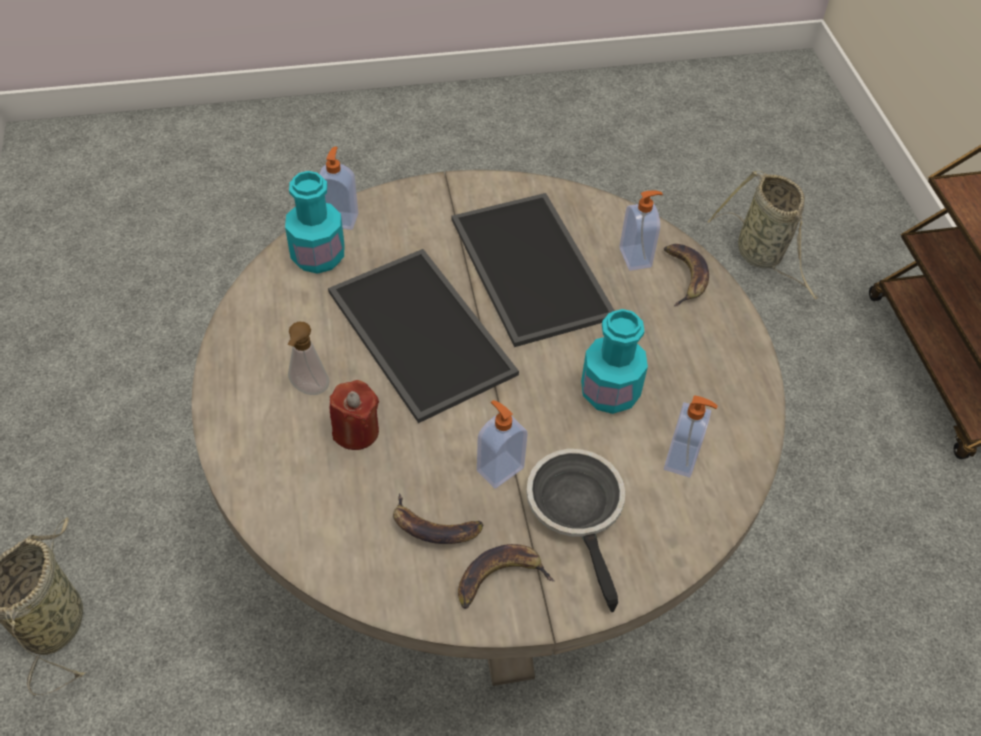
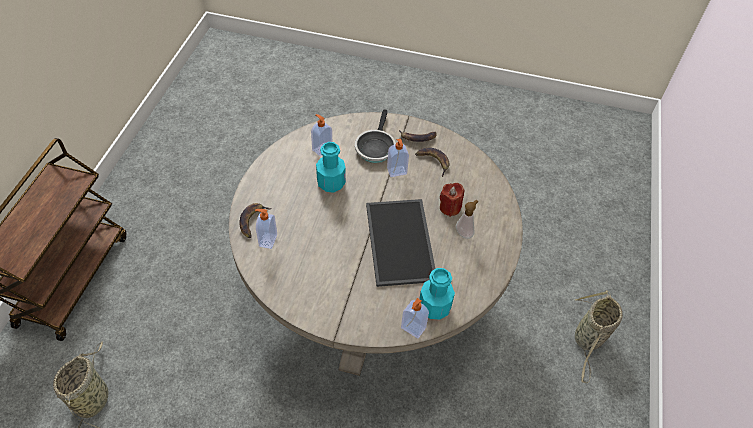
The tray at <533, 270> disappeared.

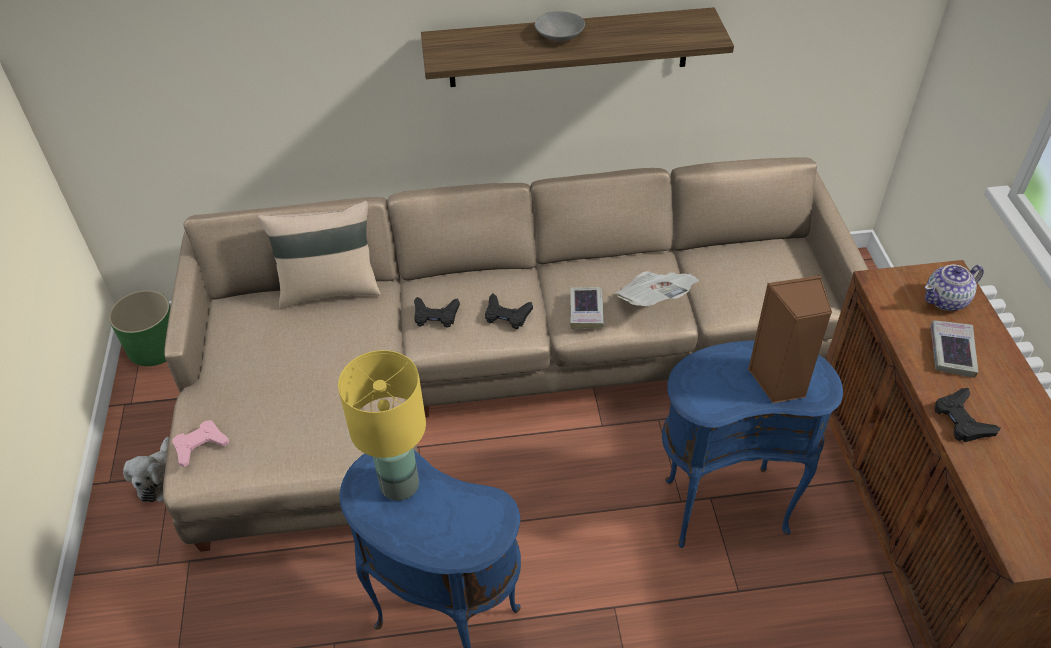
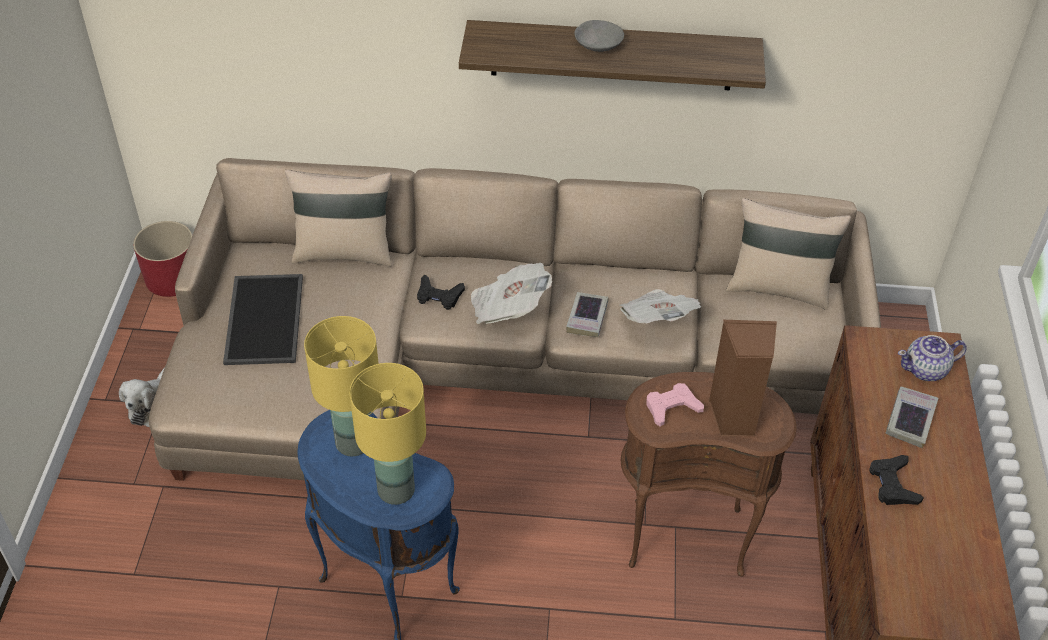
The green-coloured planter at <140, 328> became the red-coloured planter at <162, 259>.
The tray at <263, 319> appeared.
The yellow-coloured tabletop lamp at <387, 434> appeared.
The black game controller at <509, 311> was replaced by the daily paper at <511, 293>.
The blue side table at <752, 444> became the brown-coloured side table at <708, 474>.
The pinkish game controller moved from <201, 443> to <675, 404>.
The sand-coloured cushion at <788, 254> appeared.

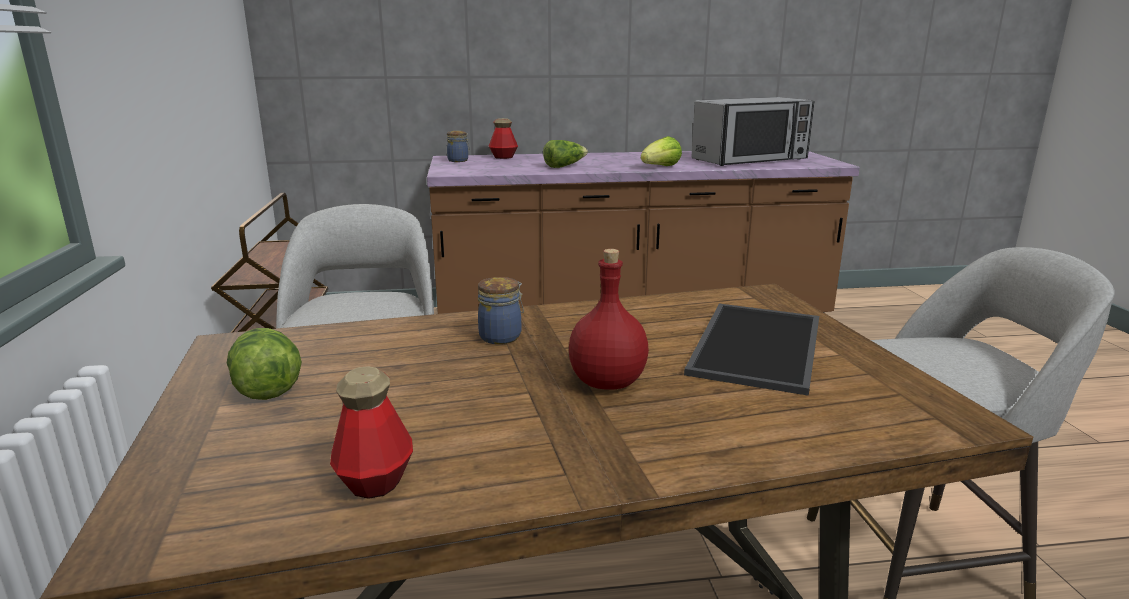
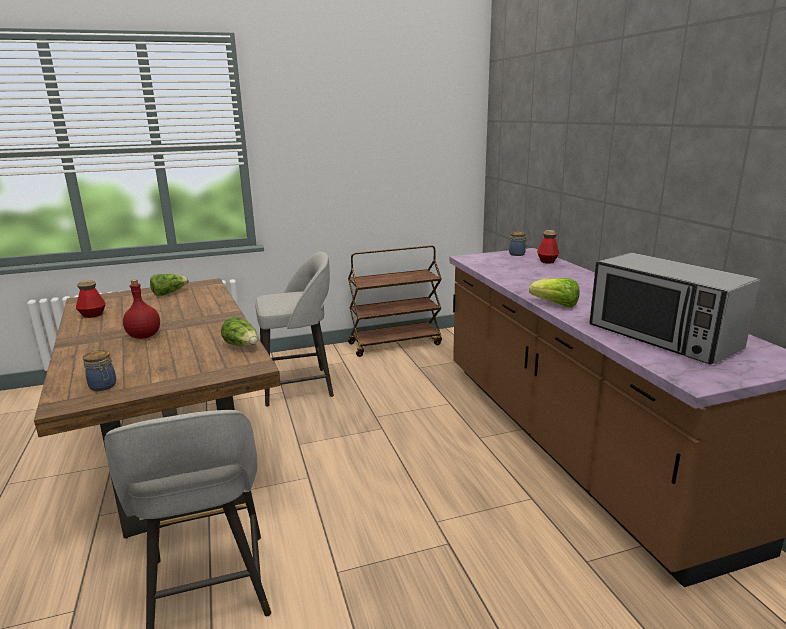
The preserve jar moved from <501, 310> to <99, 370>.
The lettuce head moved from <565, 154> to <239, 331>.
The tray at <751, 350> disappeared.

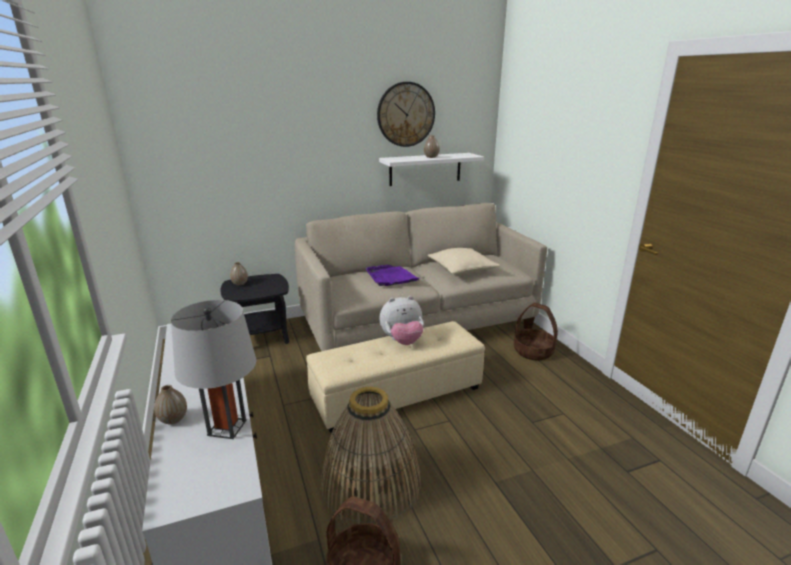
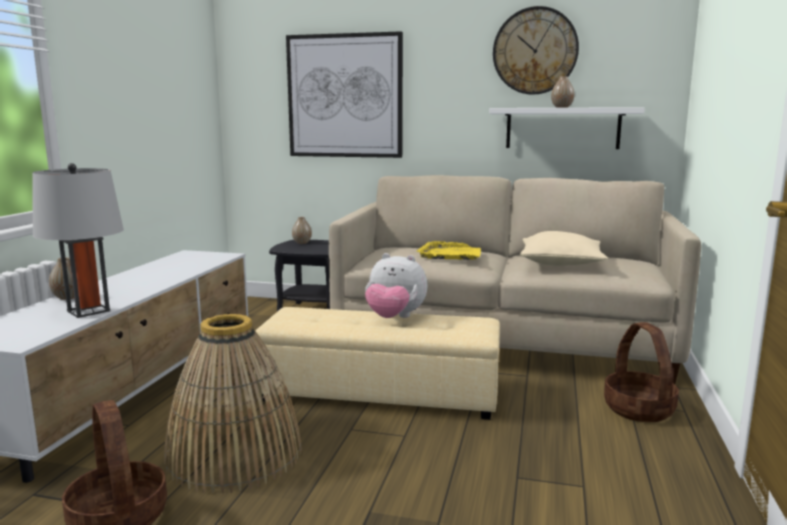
The picture at <344, 94> appeared.
The purplish tray at <392, 275> became the yellow-coloured tray at <449, 250>.

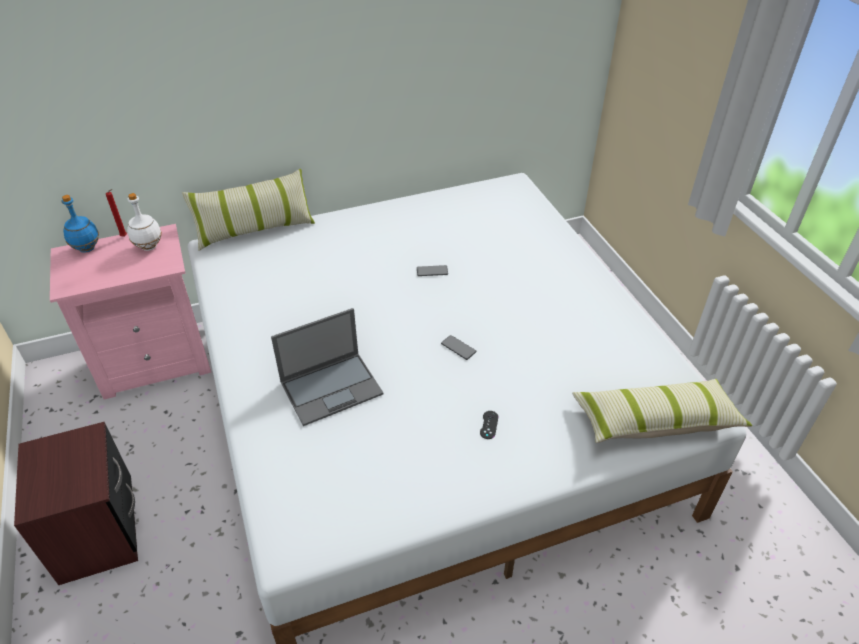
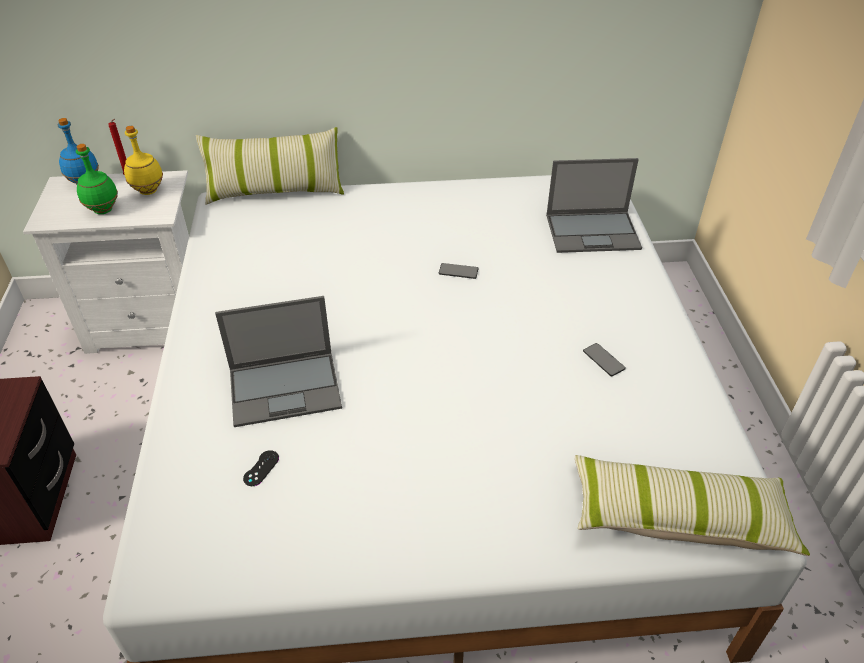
The pinkish night table at <130, 311> became the whitish night table at <106, 262>.
The green-coloured bottle at <97, 179> appeared.
The whitish bottle at <144, 222> became the yellow-coloured bottle at <143, 160>.
The black game controller moved from <489, 425> to <261, 468>.
The notebook computer at <594, 205> appeared.
The telephone moved from <458, 347> to <604, 360>.

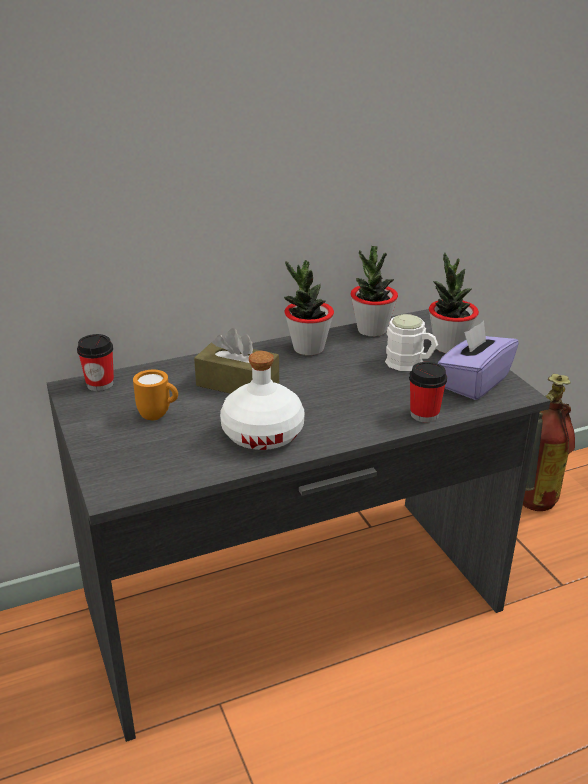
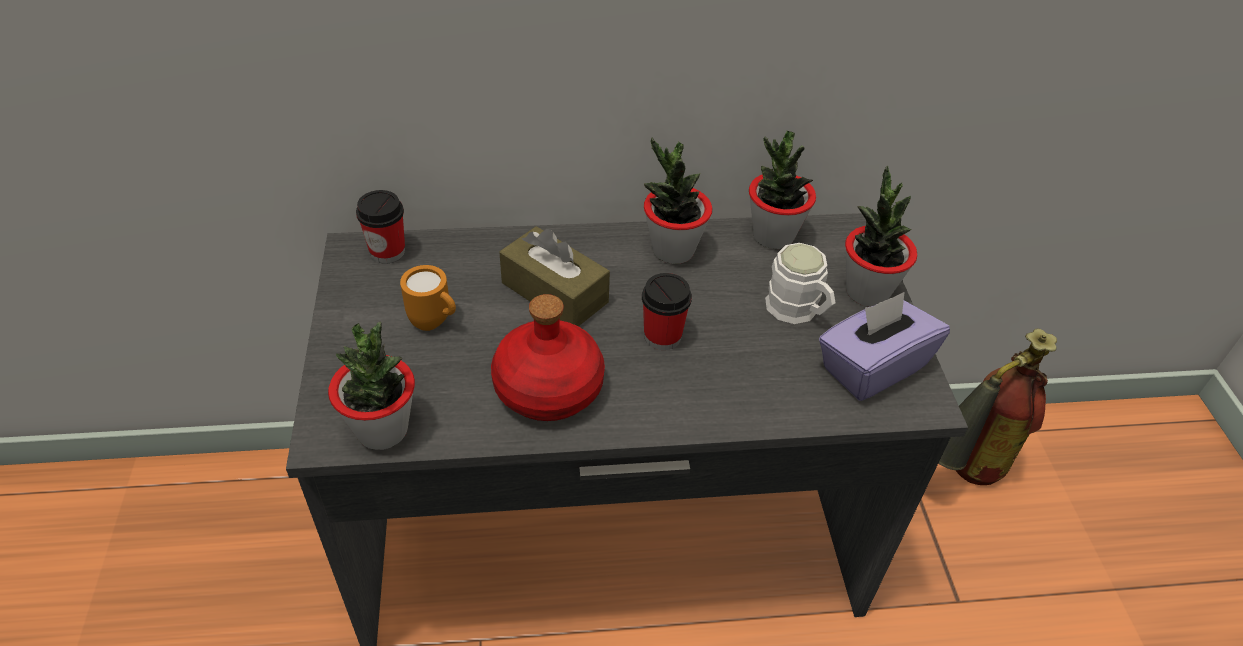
The houseplant at <371, 386> appeared.
The whitish bottle at <262, 400> became the red-coloured bottle at <548, 357>.
The cup moved from <428, 392> to <667, 311>.

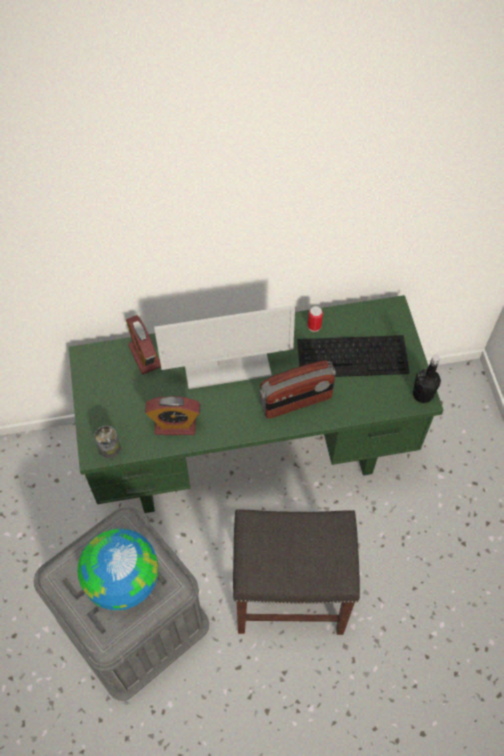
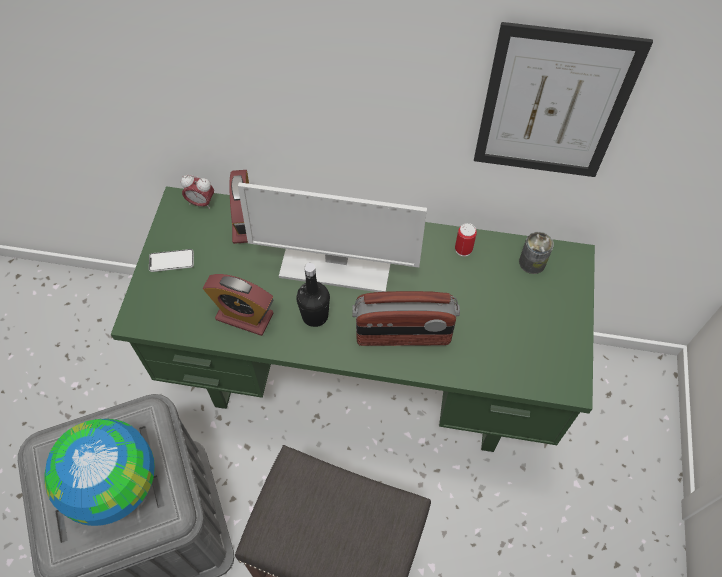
The telephone at <171, 260> appeared.
The table clock at <197, 192> appeared.
The black bottle moved from <427, 379> to <313, 295>.
The picture at <563, 99> appeared.
The metal can moved from <107, 442> to <536, 253>.
The keyboard at <353, 356> disappeared.

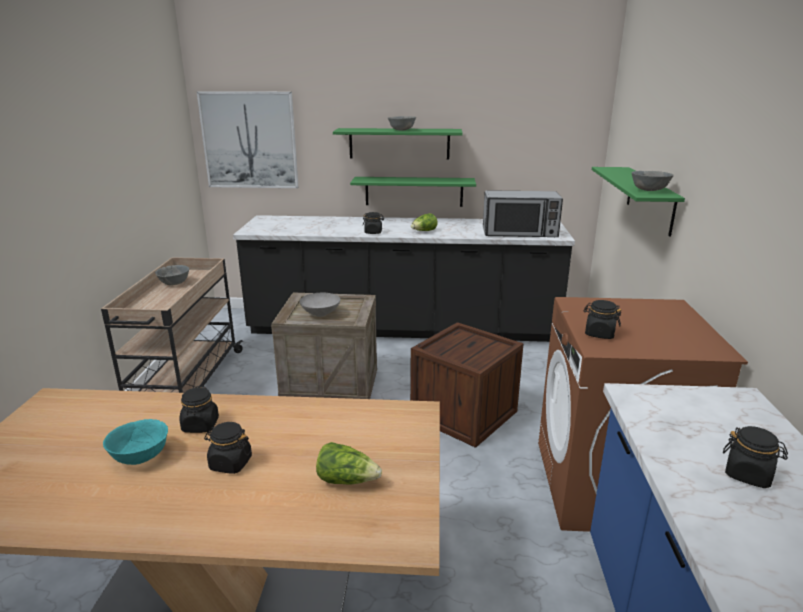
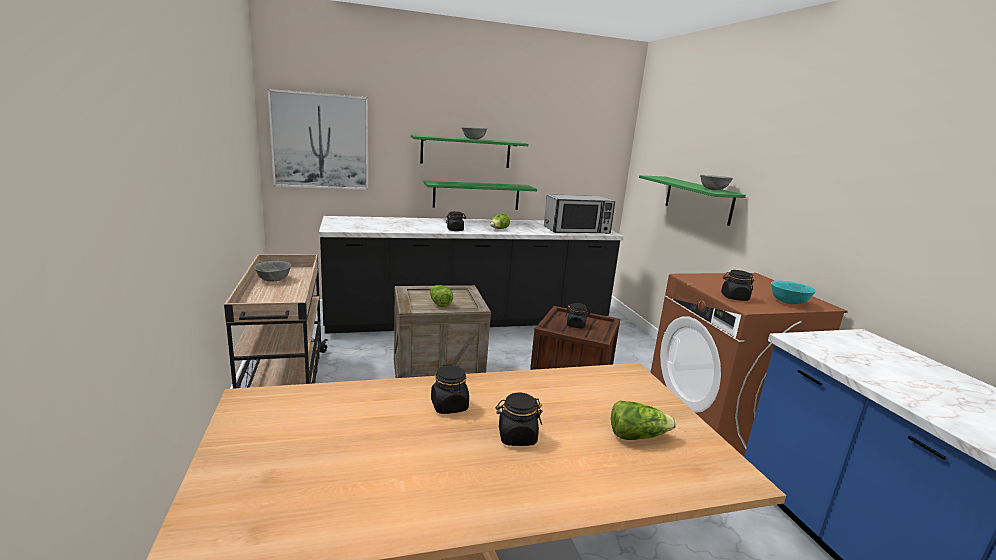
The greyish deep dish at <319, 305> was replaced by the lettuce head at <441, 296>.
The black preserve jar moved from <755, 457> to <577, 315>.
The turquoise-coloured deep dish moved from <135, 442> to <793, 292>.

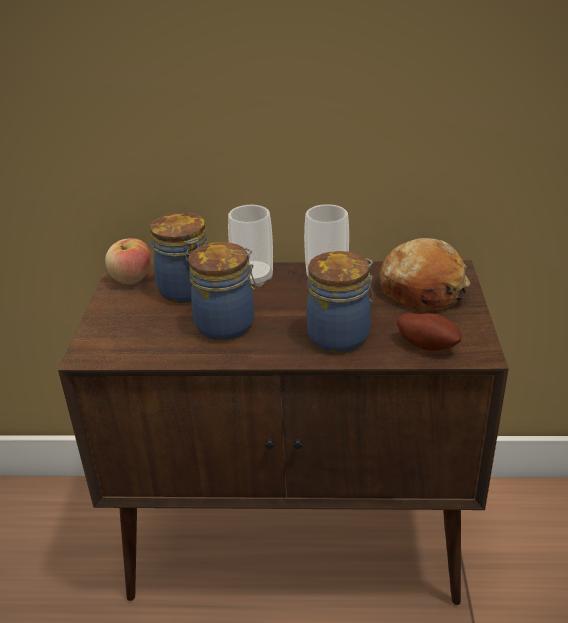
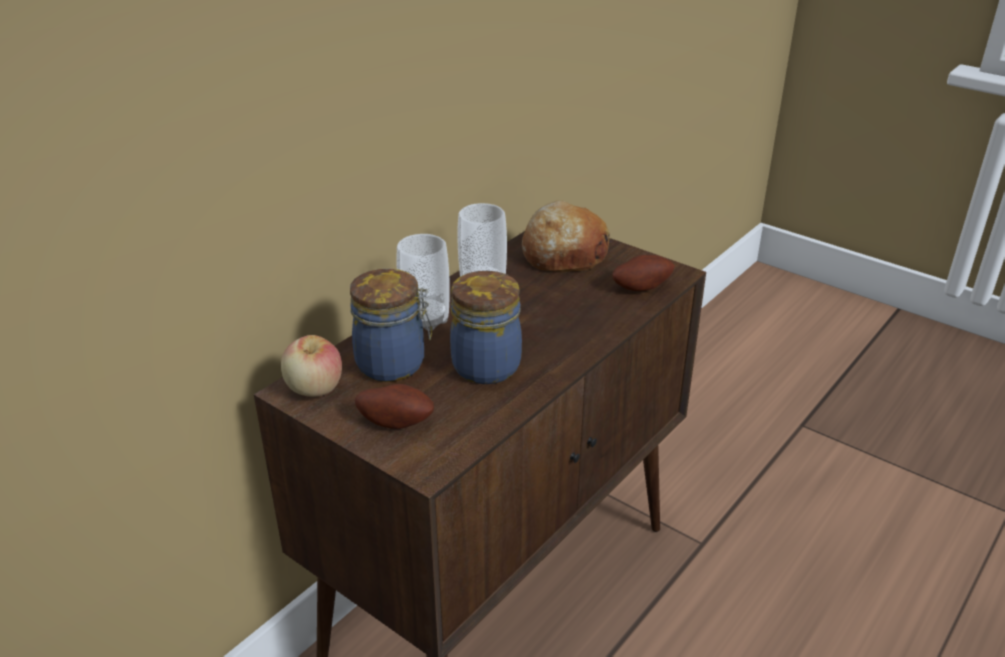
The whole potato at <394, 406> appeared.
The preserve jar at <340, 301> disappeared.

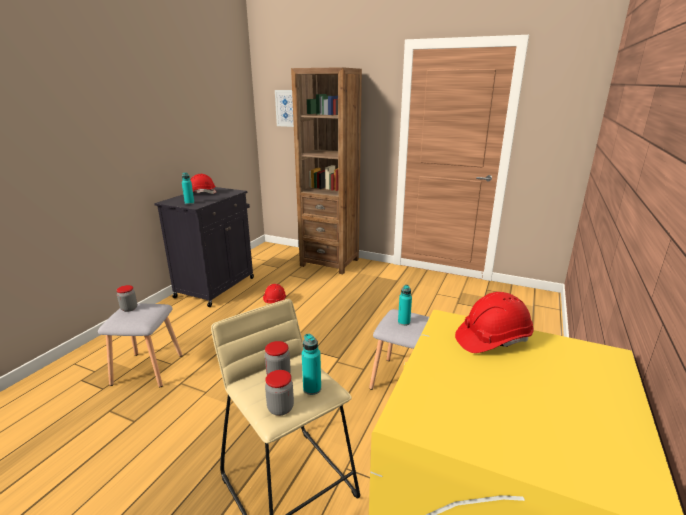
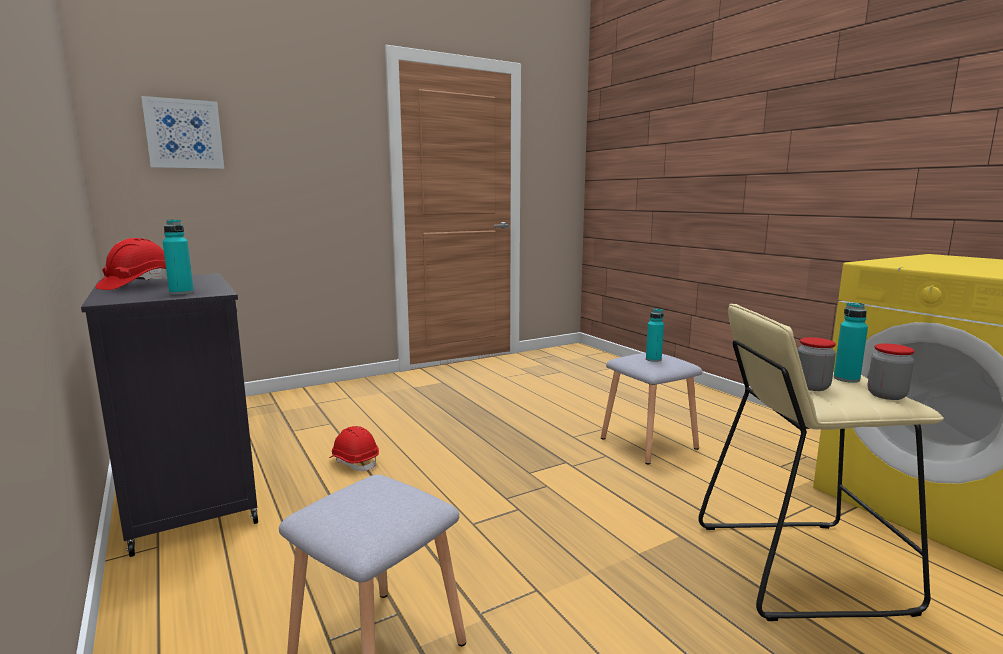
The preserve jar at <126, 298> disappeared.
The brown-coloured bookcase at <326, 170> disappeared.
The red-coloured hard hat at <494, 322> disappeared.

